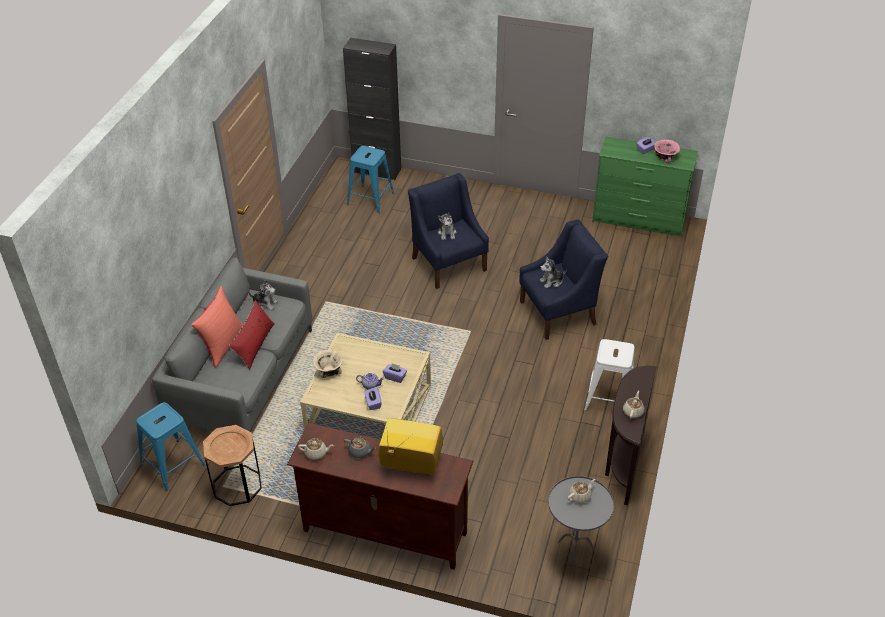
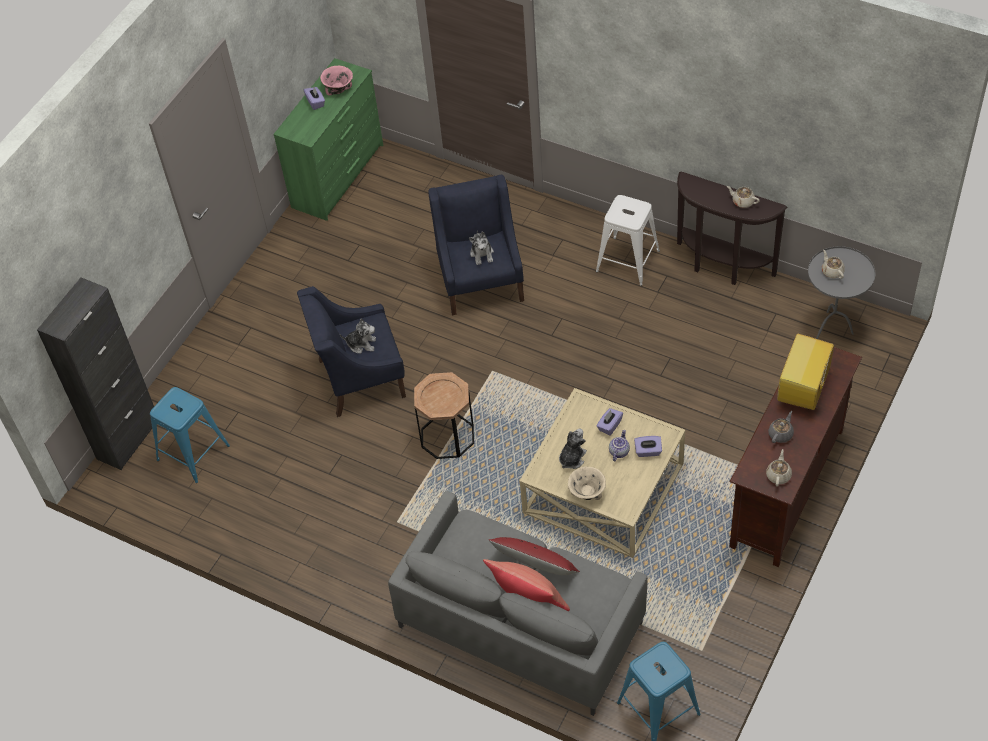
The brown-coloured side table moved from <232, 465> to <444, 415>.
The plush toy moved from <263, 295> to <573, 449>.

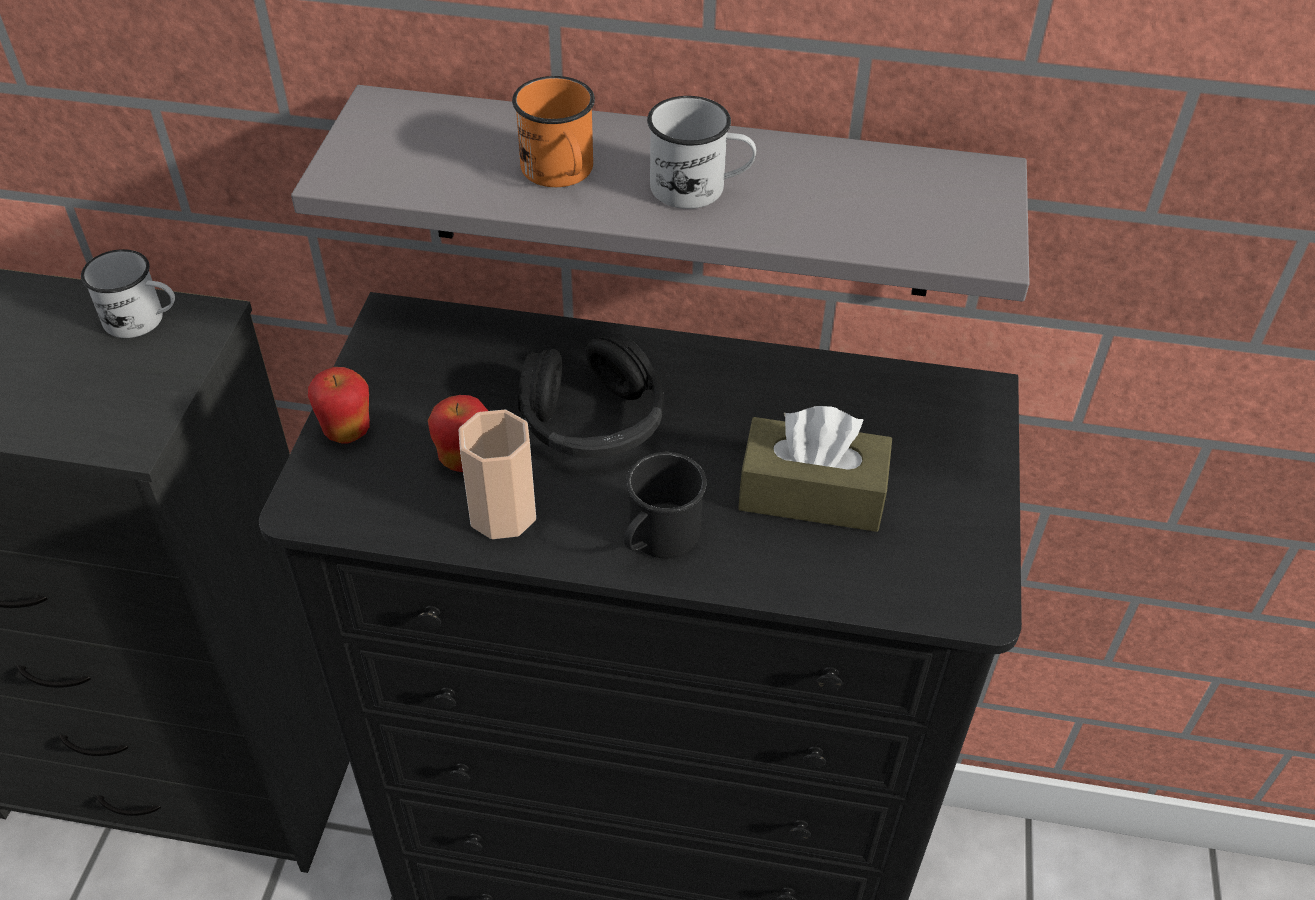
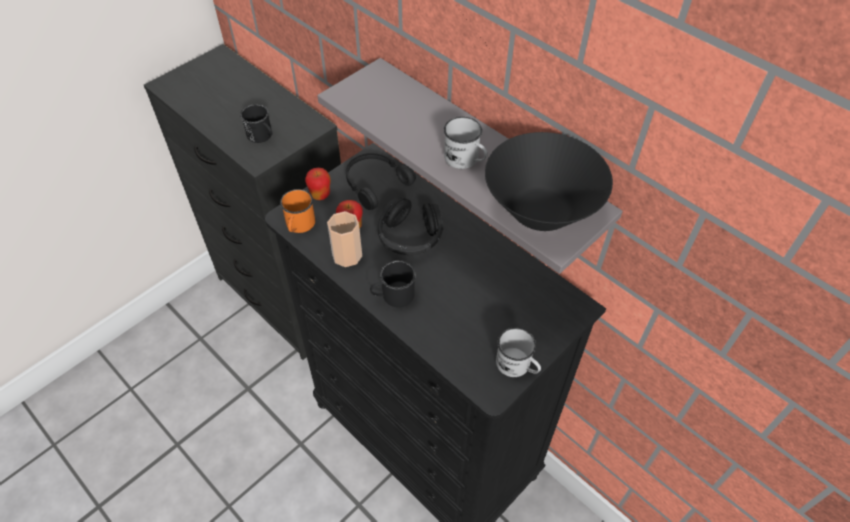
The black tea mug at <256, 123> appeared.
The orange-coloured tea mug moved from <553, 131> to <297, 211>.
The black headphones at <381, 181> appeared.
The black deep dish at <549, 181> appeared.
The whitish tea mug moved from <128, 293> to <518, 352>.
The brown-coloured tissue holder at <815, 469> disappeared.

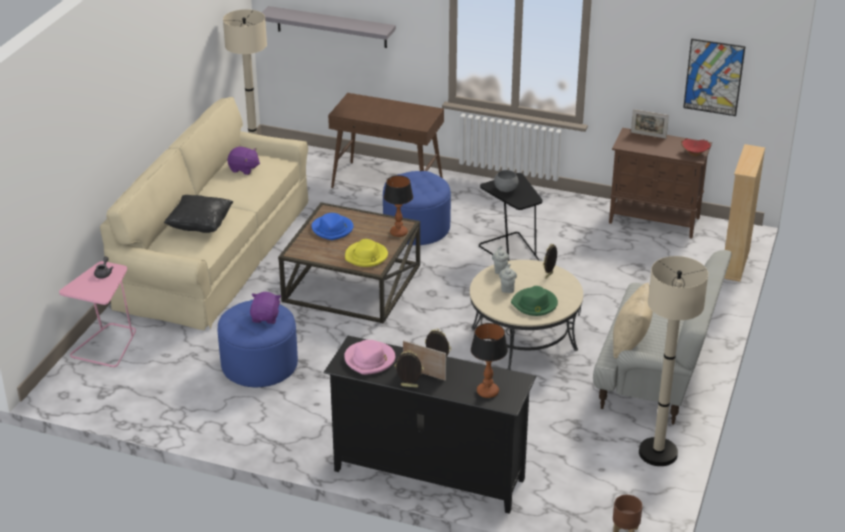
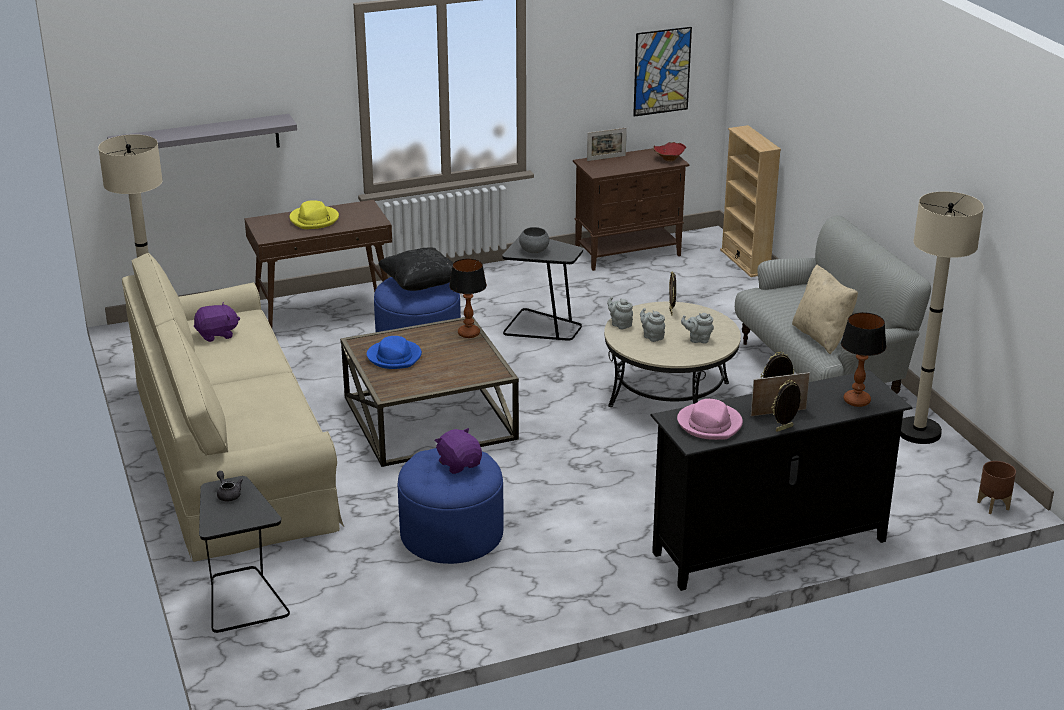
The pinkish side table at <97, 314> became the black side table at <244, 554>.
The yellow-coloured hat moved from <366, 253> to <314, 214>.
The black cushion moved from <198, 214> to <415, 269>.
The green-coloured hat at <534, 301> was replaced by the greyish teapot at <697, 328>.

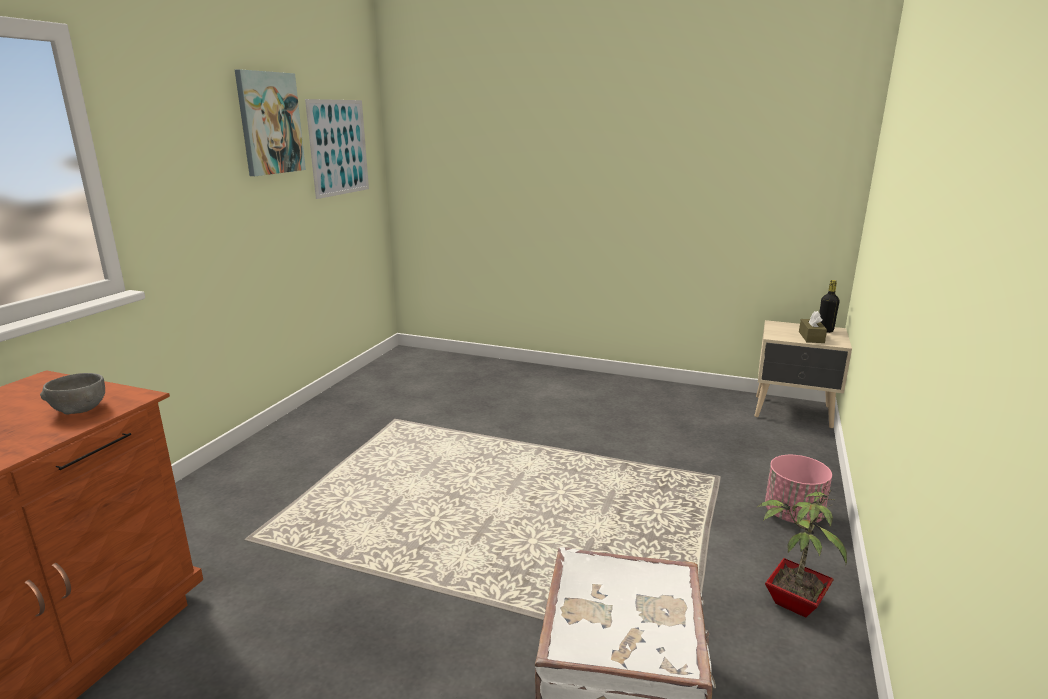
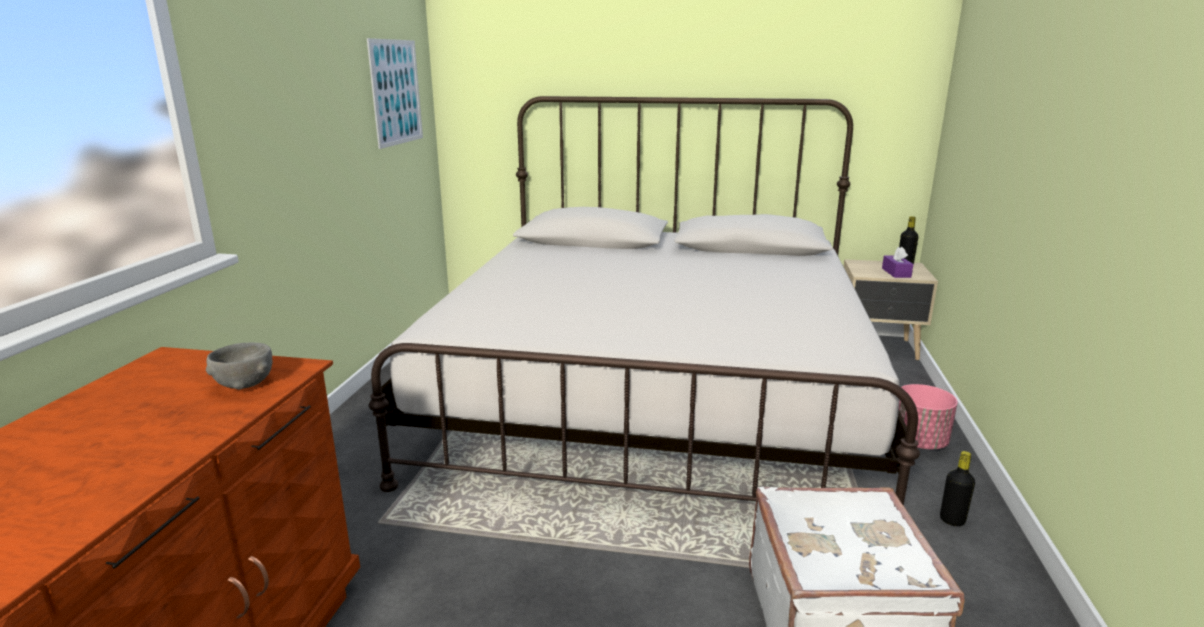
The whitish bedroom bed at <644, 301> appeared.
The brown-coloured tissue holder at <813, 327> became the purplish tissue holder at <897, 262>.
The houseplant at <801, 548> was replaced by the black bottle at <957, 488>.
The picture at <270, 122> disappeared.

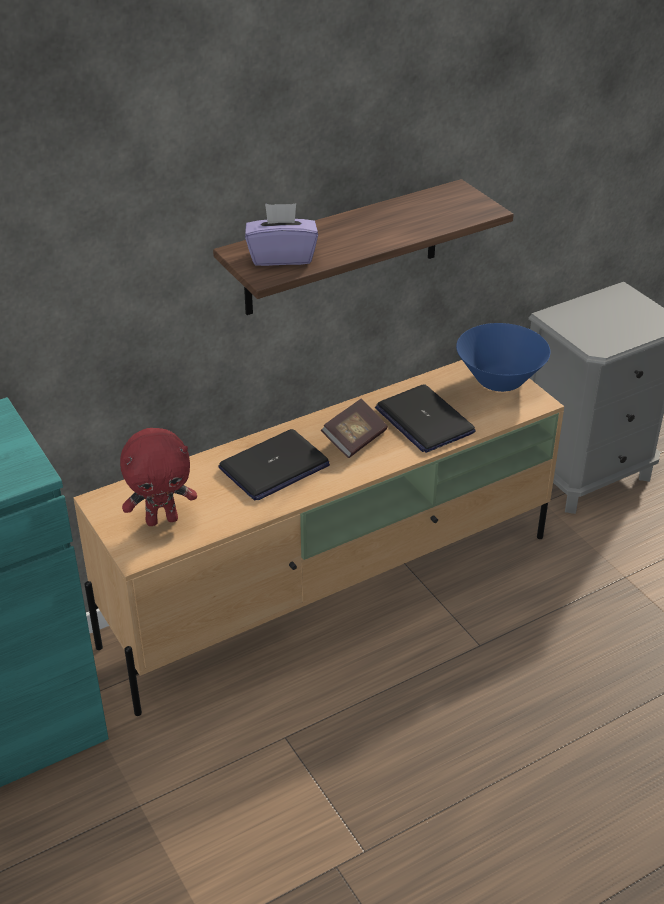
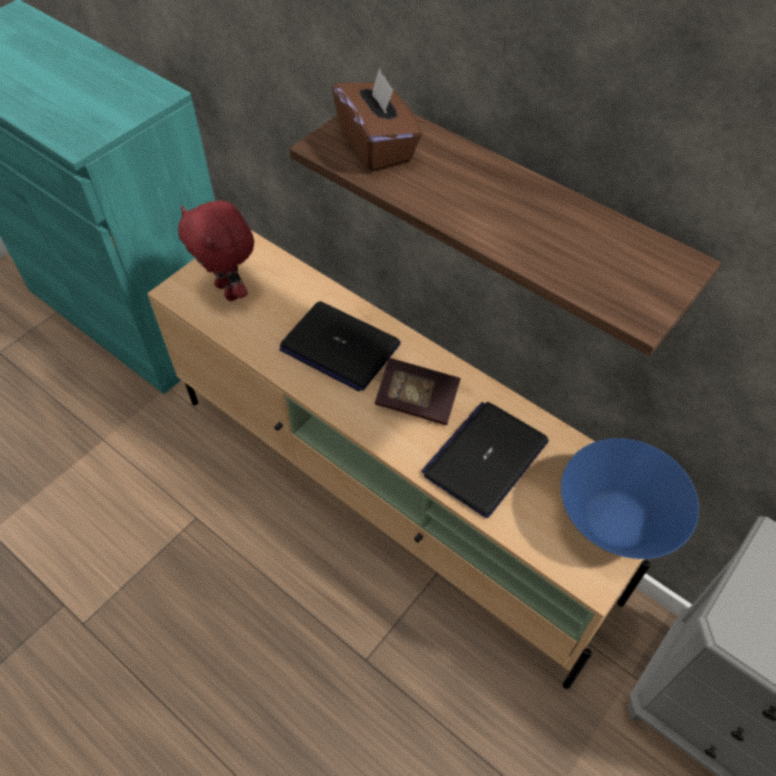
The purplish tissue holder at <281, 235> became the brown-coloured tissue holder at <377, 119>.

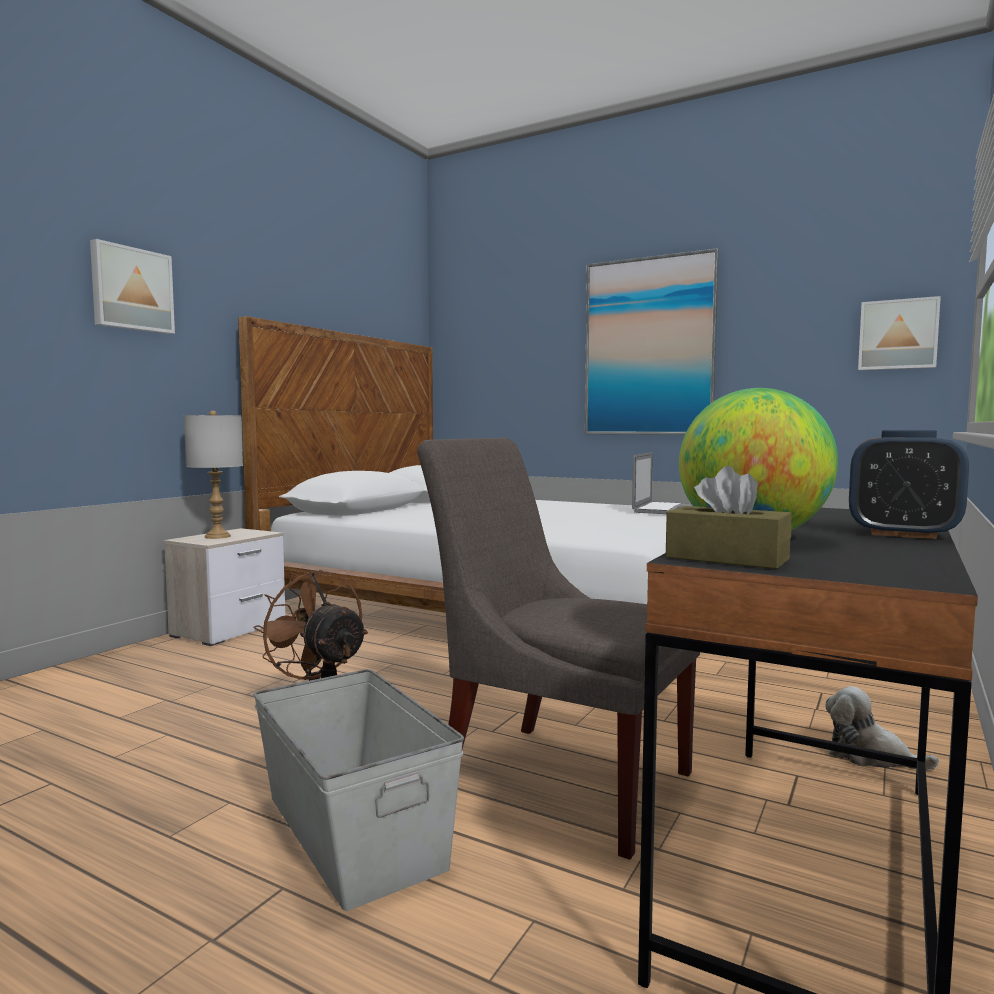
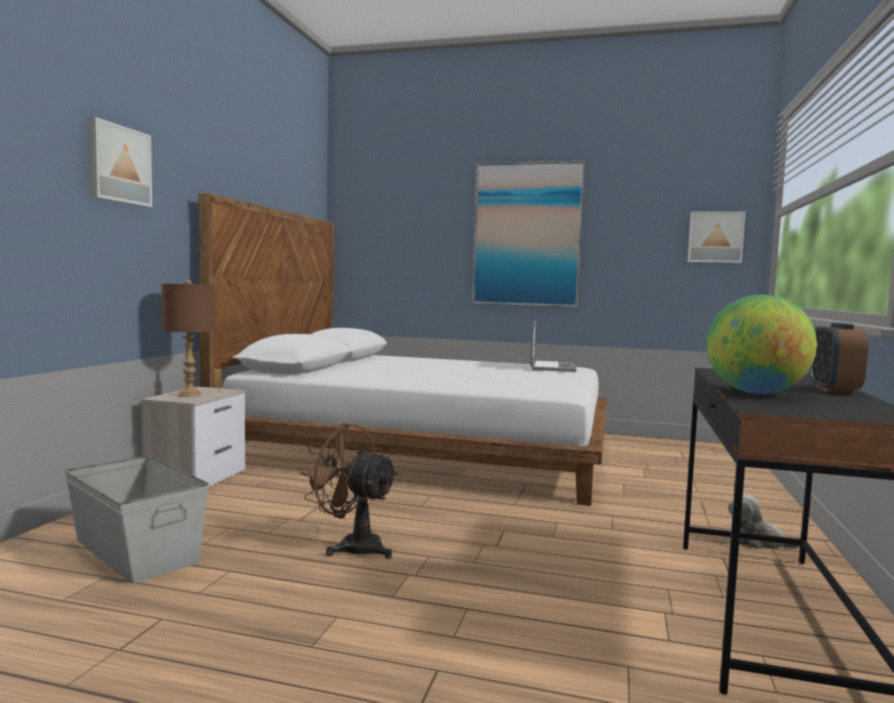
The greyish storage bin moved from <358, 790> to <136, 520>.
The greyish tabletop lamp at <213, 475> became the brown-coloured tabletop lamp at <188, 338>.
The table clock at <909, 484> turned 90 degrees clockwise.
The greyish plain chair at <558, 649> disappeared.
The brown-coloured tissue holder at <728, 517> disappeared.

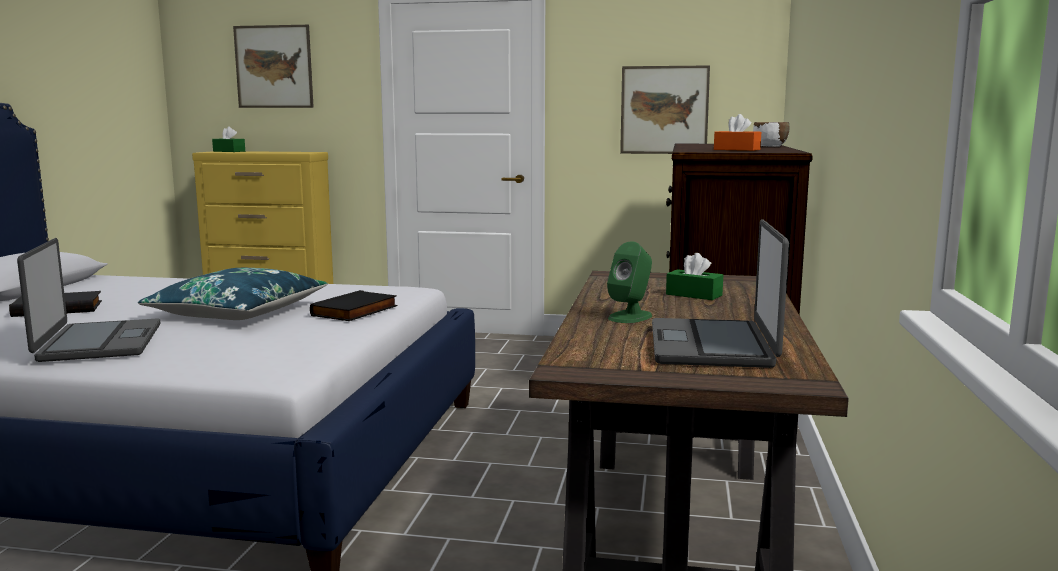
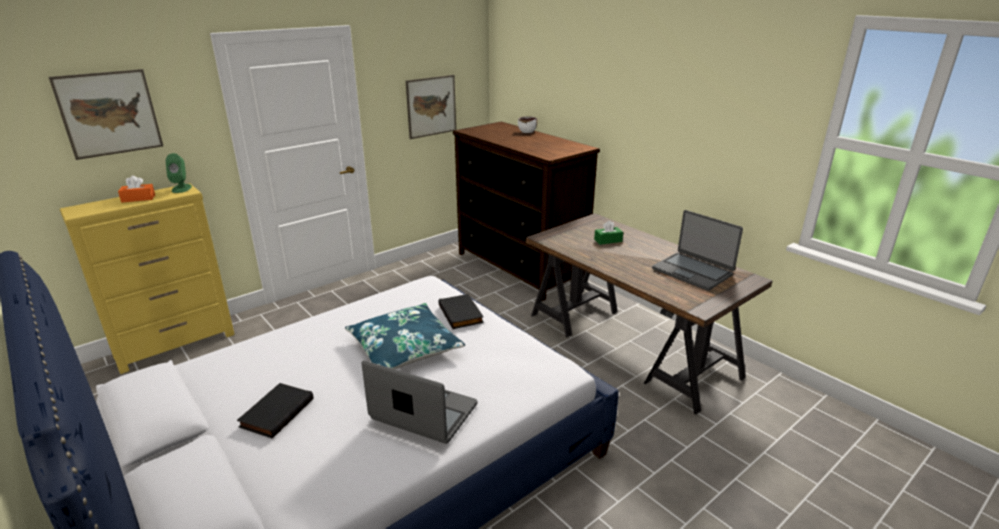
The orange-coloured tissue holder moved from <737, 132> to <136, 189>.
The green-coloured audio speaker moved from <629, 282> to <179, 173>.
The green-coloured tissue holder at <228, 139> disappeared.

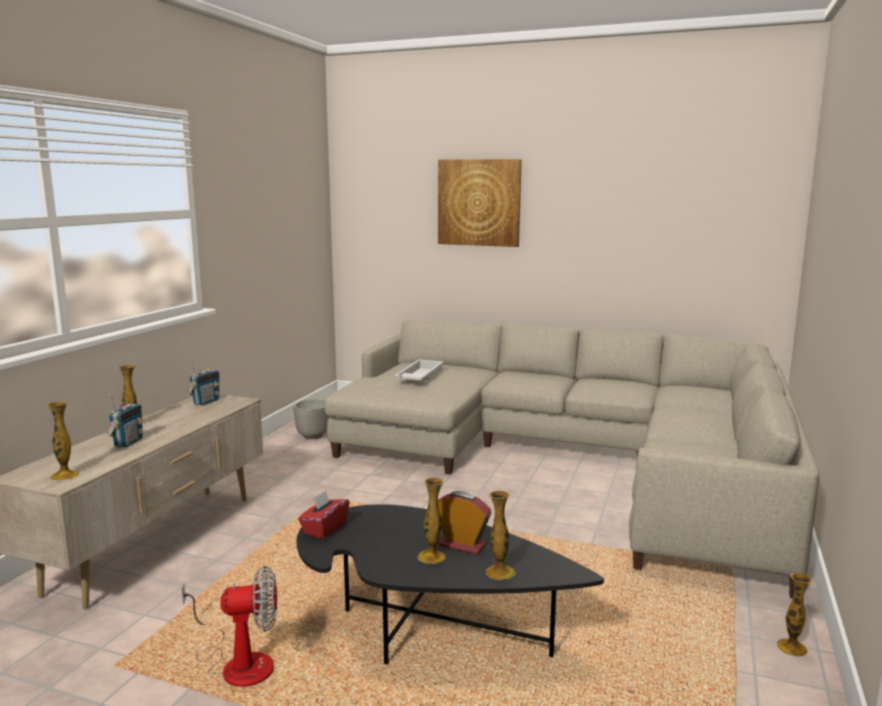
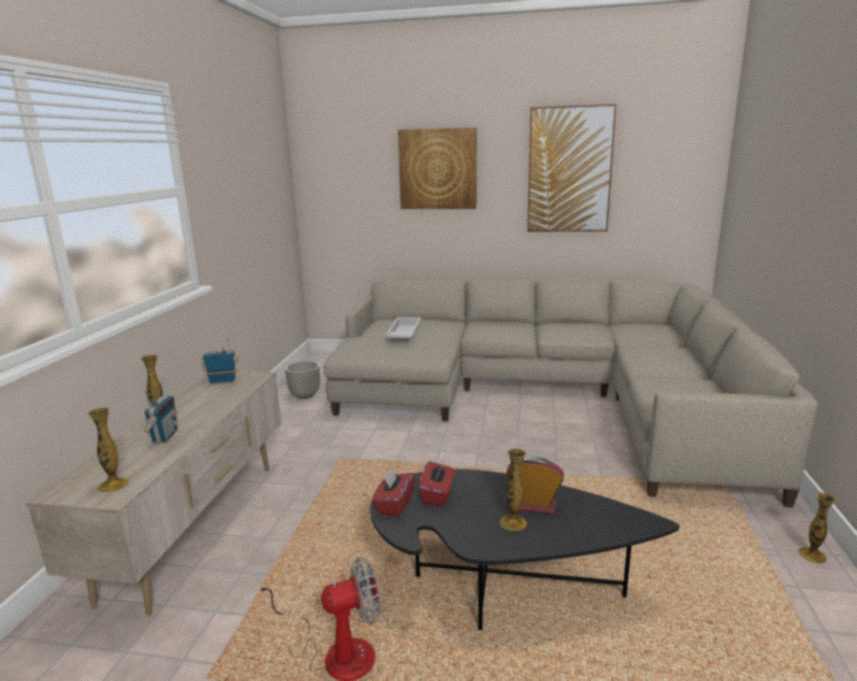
The radio receiver at <204, 382> turned 120 degrees counterclockwise.
The red-coloured tissue holder at <437, 483> appeared.
The picture at <571, 168> appeared.
The flower vase at <501, 535> disappeared.

